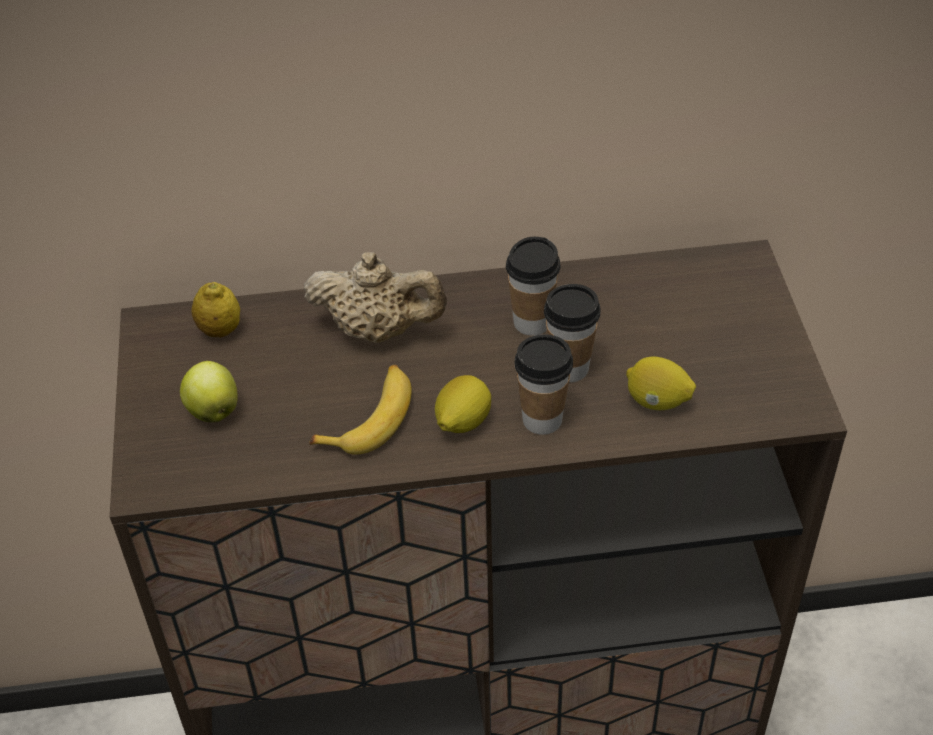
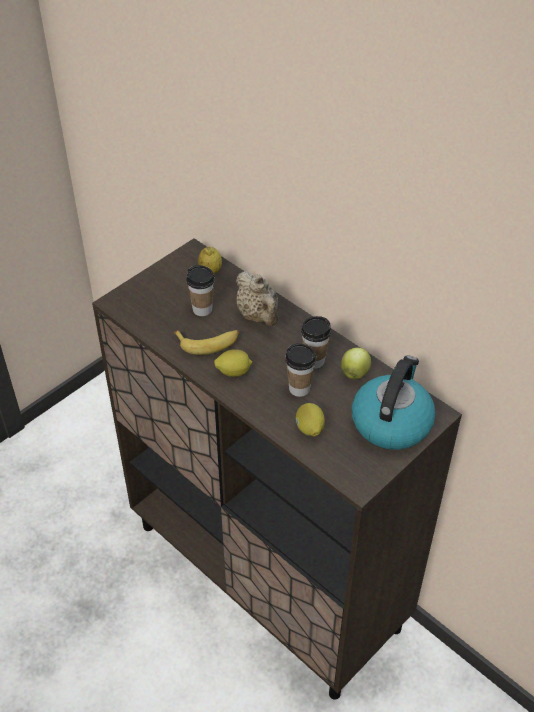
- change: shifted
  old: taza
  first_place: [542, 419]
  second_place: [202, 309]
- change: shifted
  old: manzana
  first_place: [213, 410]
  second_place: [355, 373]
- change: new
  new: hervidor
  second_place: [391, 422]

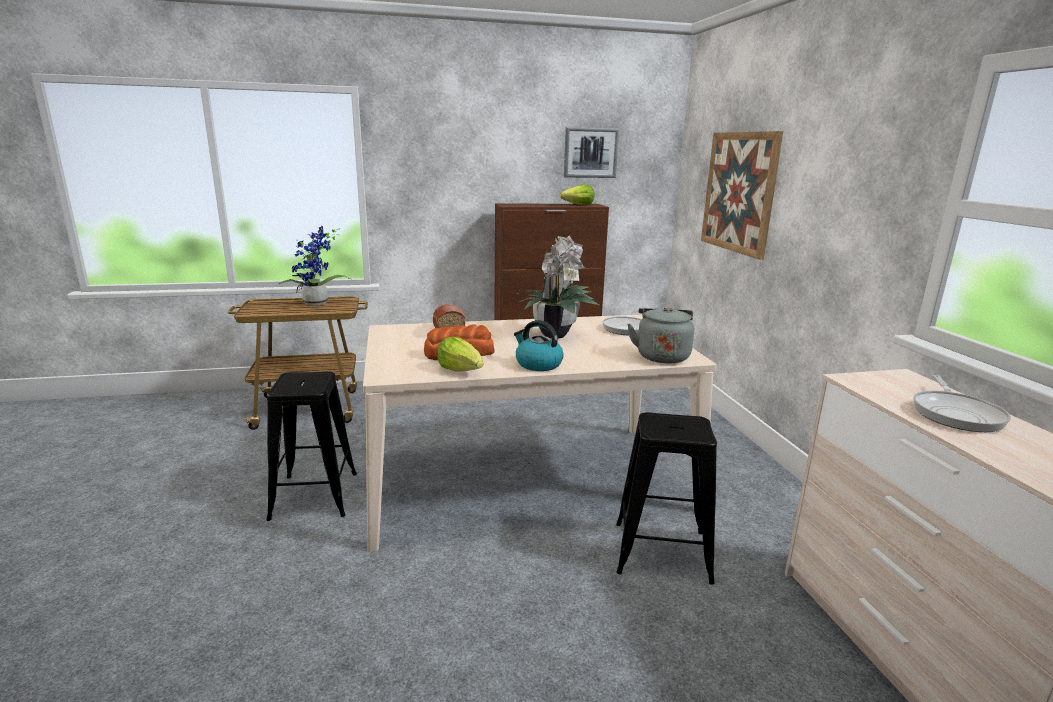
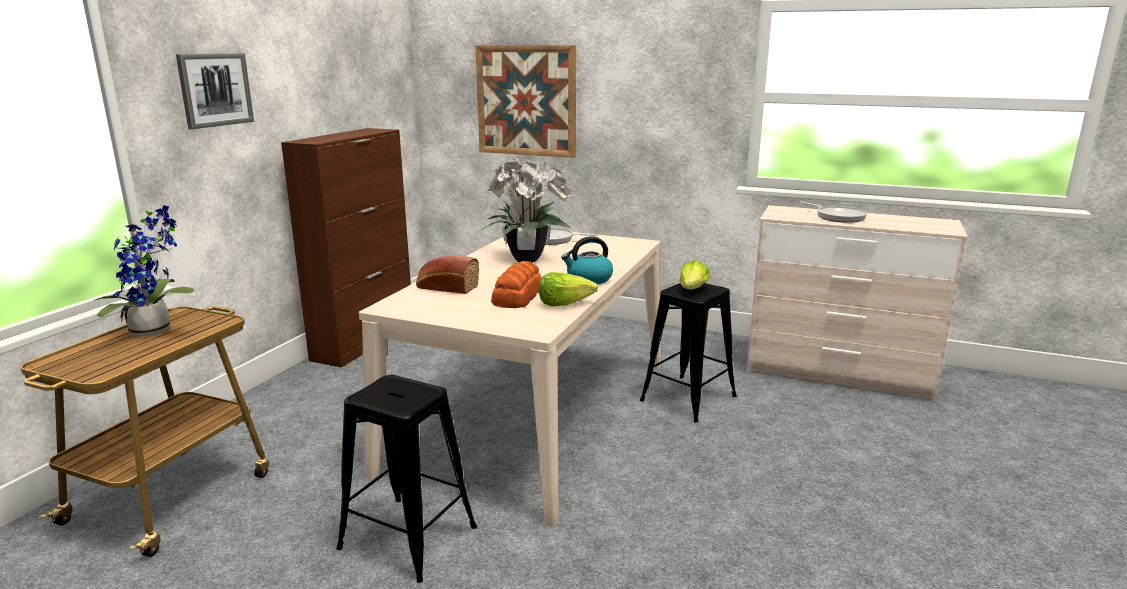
- change: shifted
  old: cuadro
  first_place: [590, 153]
  second_place: [215, 90]
- change: shifted
  old: lechuga
  first_place: [578, 205]
  second_place: [693, 289]
- change: gone
  old: hervidor/gris
  first_place: [661, 356]

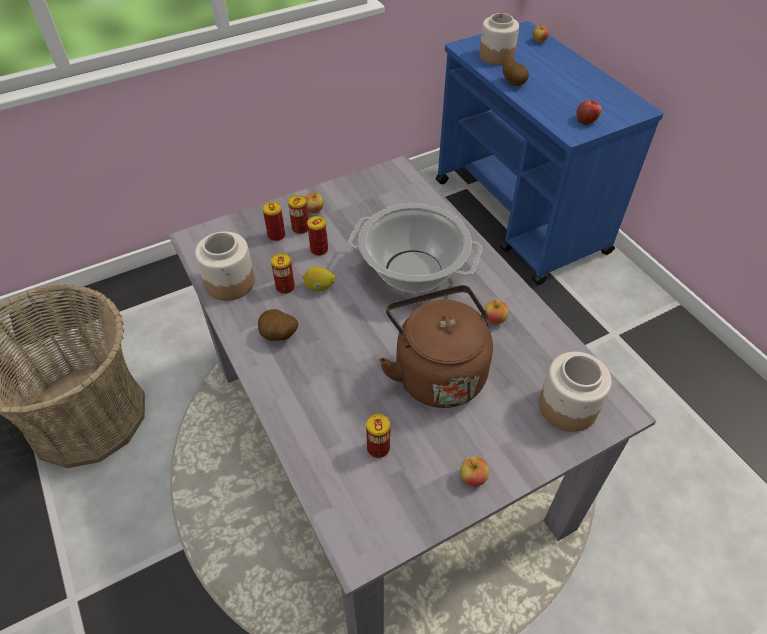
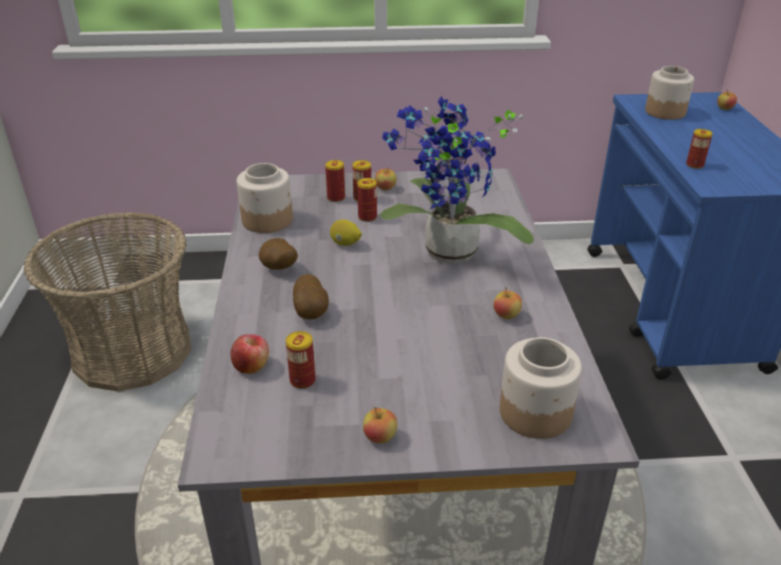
- change: shifted
  old: patata
  first_place: [514, 83]
  second_place: [311, 313]
- change: shifted
  old: manzana
  first_place: [586, 120]
  second_place: [251, 366]
- change: swapped
  old: olla
  new: planta en maceta
  first_place: [412, 271]
  second_place: [447, 255]
- change: shifted
  old: lata
  first_place: [285, 287]
  second_place: [694, 165]
- change: gone
  old: hervidor/marrón
  first_place: [436, 372]

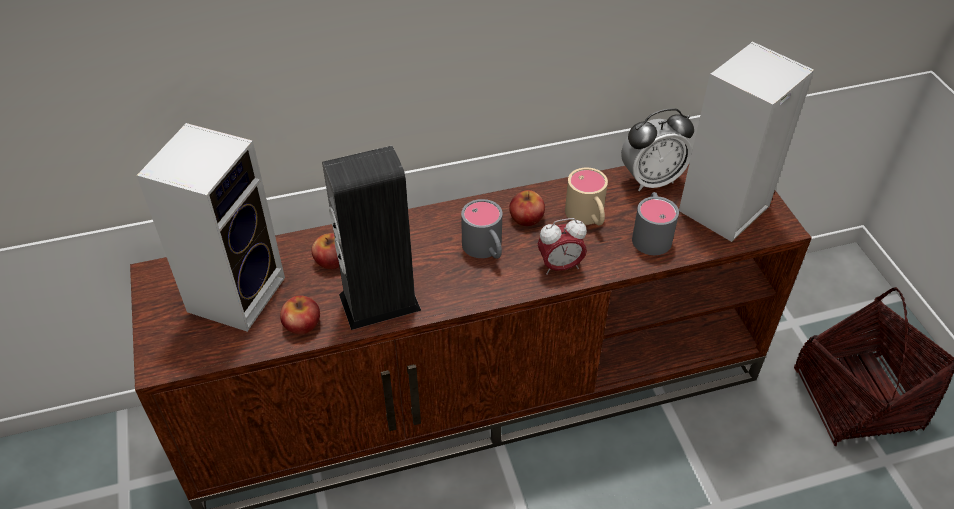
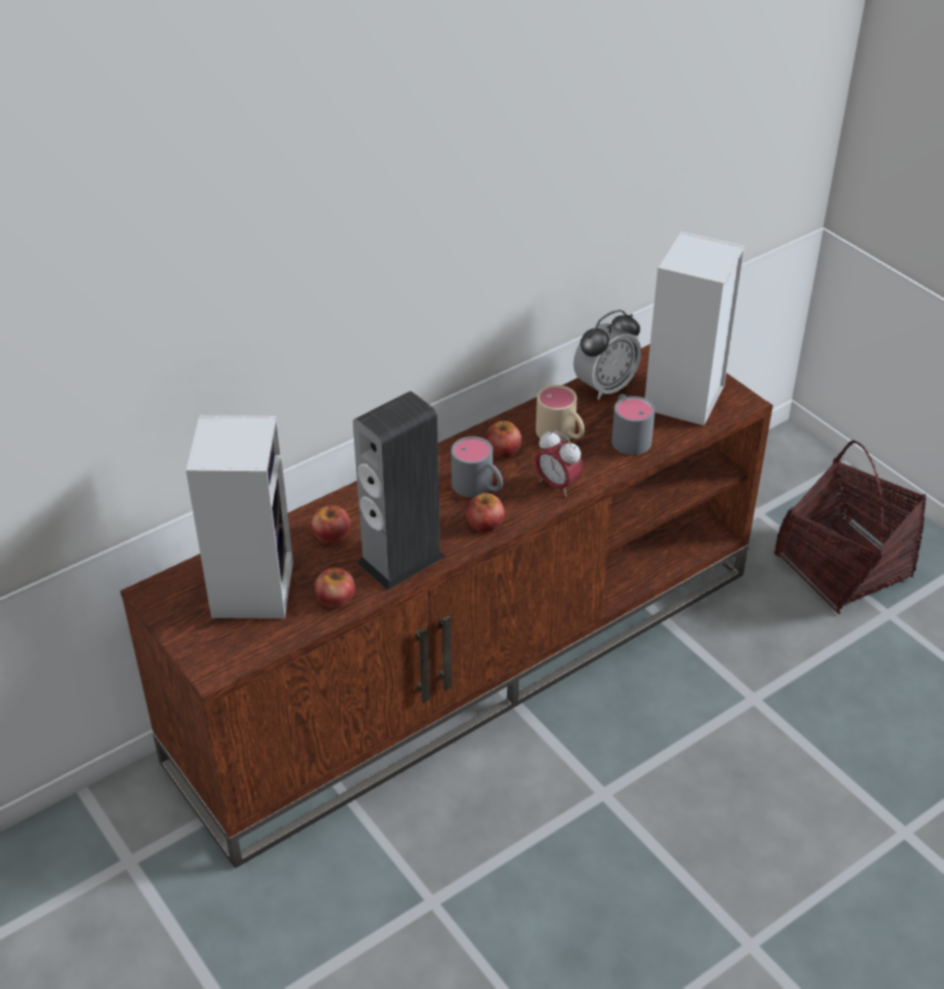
- change: rotated
  old: despertador
  first_place: [560, 266]
  second_place: [557, 485]
  degrees: 75
- change: new
  new: manzana
  second_place: [485, 523]

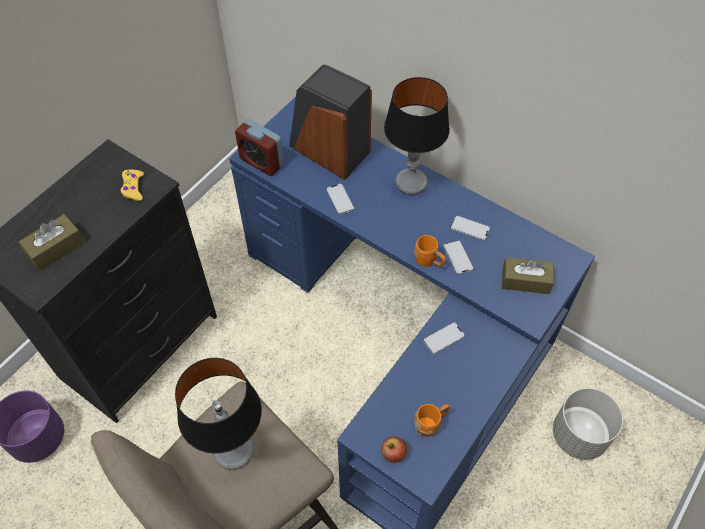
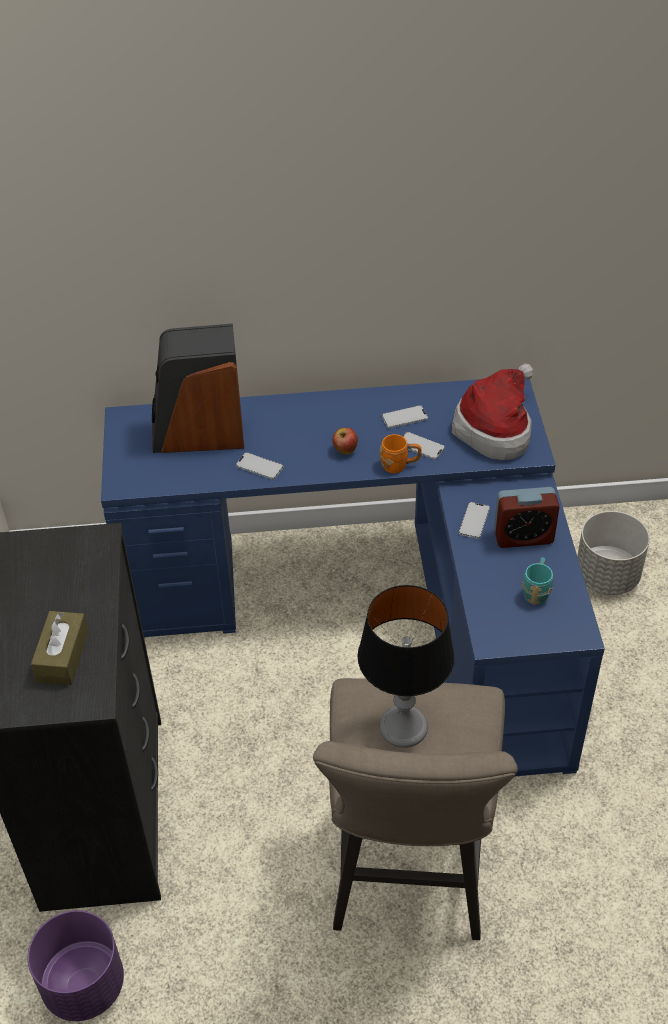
- change: gone
  old: lámpara de mesa
  first_place: [411, 183]
- change: shifted
  old: despertador
  first_place: [261, 162]
  second_place: [523, 537]
- change: gone
  old: mando de consola/amarillo
  first_place: [133, 188]
- change: swapped
  old: caja de pañuelos/marrón
  new: sombrero
  first_place: [525, 281]
  second_place: [496, 428]
- change: repainted
  old: taza grande/naranja
  new: taza grande/turquesa
  first_place: [431, 424]
  second_place: [537, 591]
- change: shifted
  old: manzana
  first_place: [393, 454]
  second_place: [345, 451]

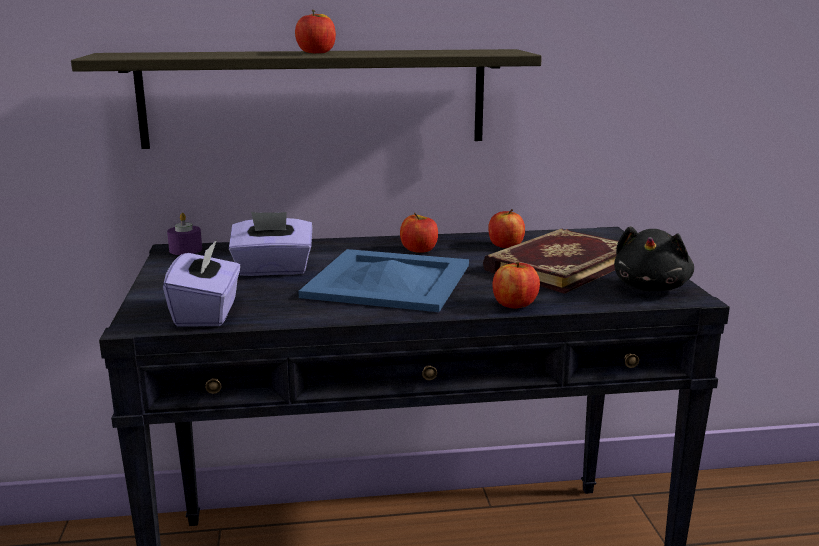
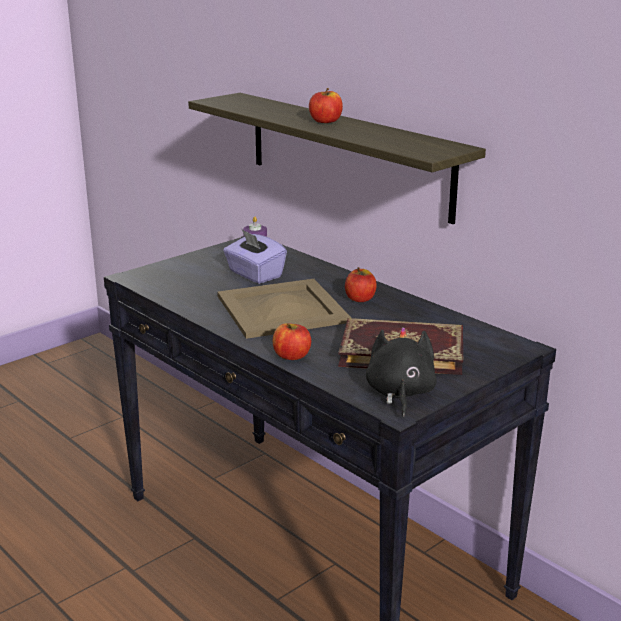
- change: gone
  old: manzana
  first_place: [505, 245]
- change: rotated
  old: peluche/negro
  first_place: [651, 287]
  second_place: [400, 393]
  degrees: 105
- change: gone
  old: caja de pañuelos/morado
  first_place: [207, 313]
- change: repainted
  old: bandeja/azul
  new: bandeja/beis
  first_place: [387, 280]
  second_place: [282, 308]

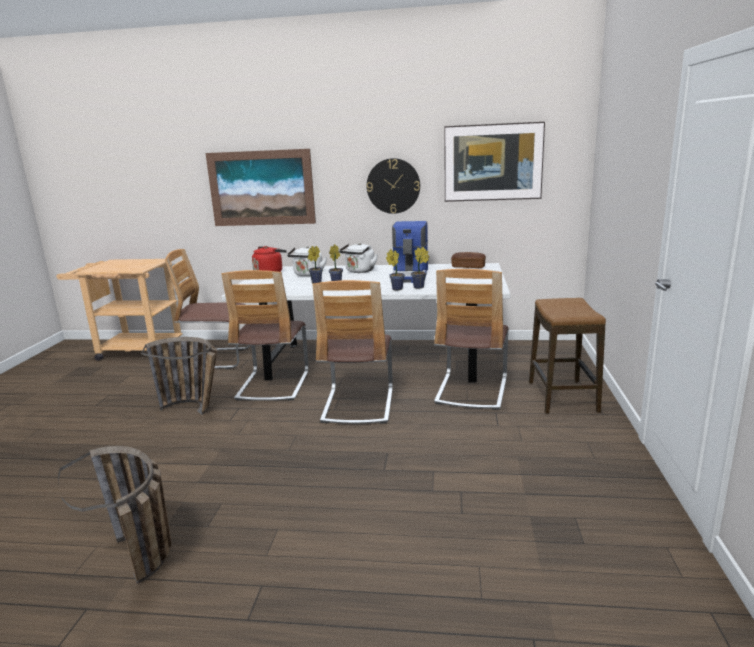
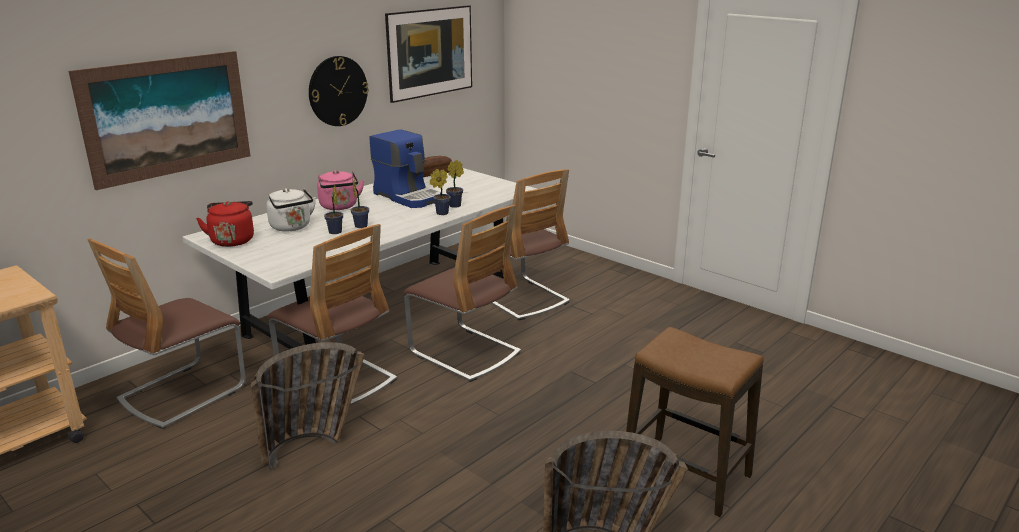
- change: repainted
  old: hervidor/blanco
  new: hervidor/rosa
  first_place: [359, 271]
  second_place: [339, 207]
- change: shifted
  old: taburete
  first_place: [562, 397]
  second_place: [686, 475]

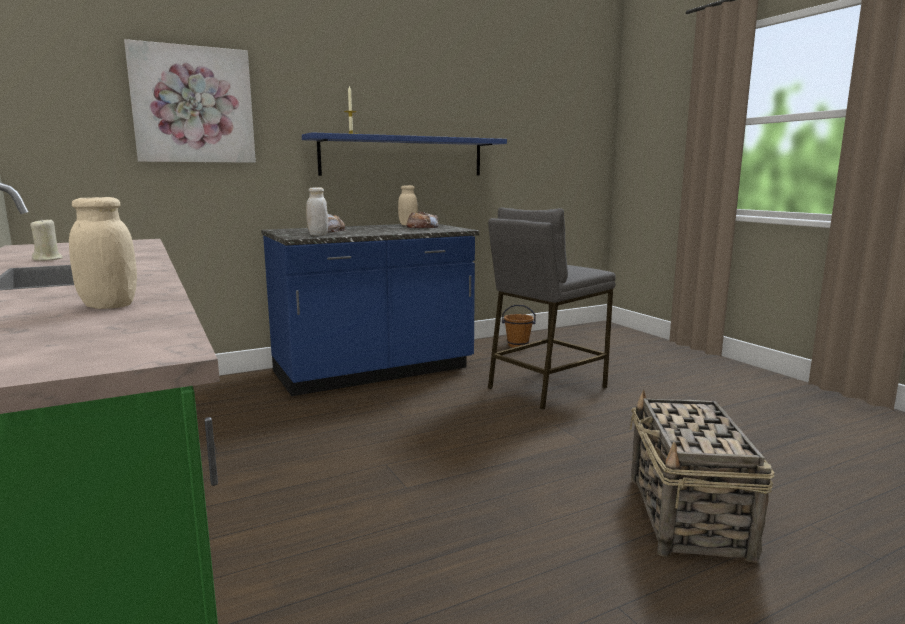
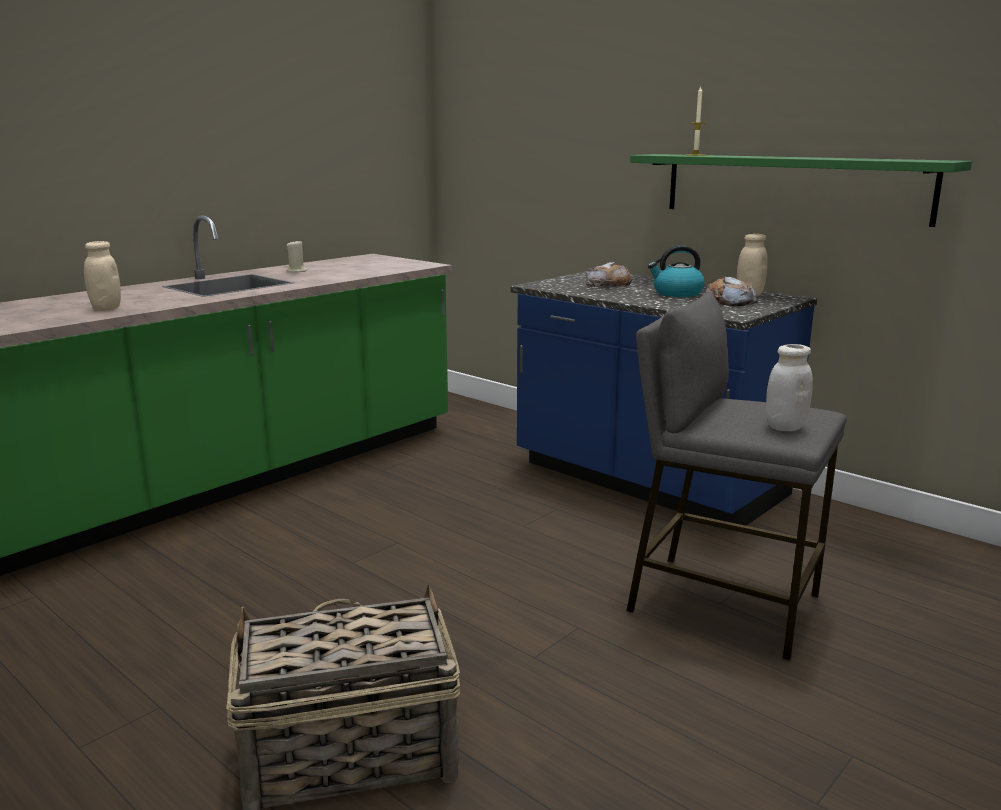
- change: gone
  old: cuadro
  first_place: [193, 105]
- change: repainted
  old: estante/azul
  new: estante/verde
  first_place: [403, 156]
  second_place: [792, 187]
- change: shifted
  old: tarro/blanco
  first_place: [318, 235]
  second_place: [785, 427]
- change: gone
  old: cubo/marrón
  first_place: [518, 345]
- change: new
  new: hervidor
  second_place: [677, 293]

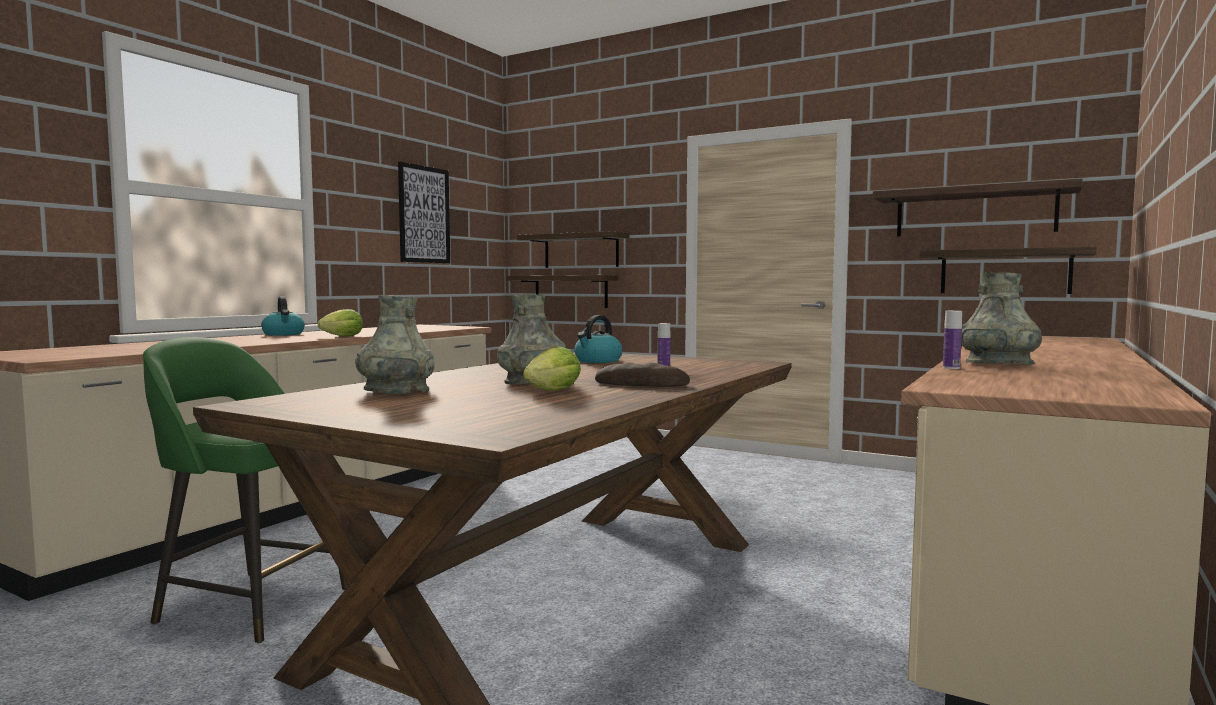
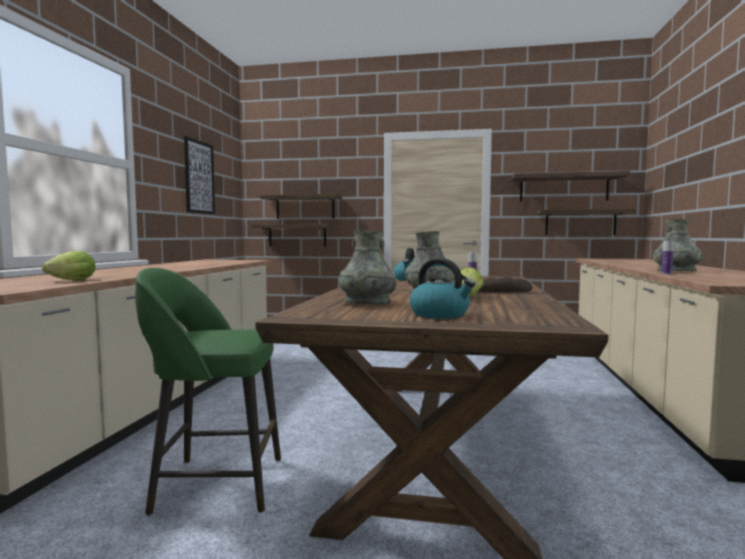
- change: shifted
  old: hervidor
  first_place: [284, 334]
  second_place: [440, 315]
- change: shifted
  old: lechuga
  first_place: [340, 336]
  second_place: [69, 281]

